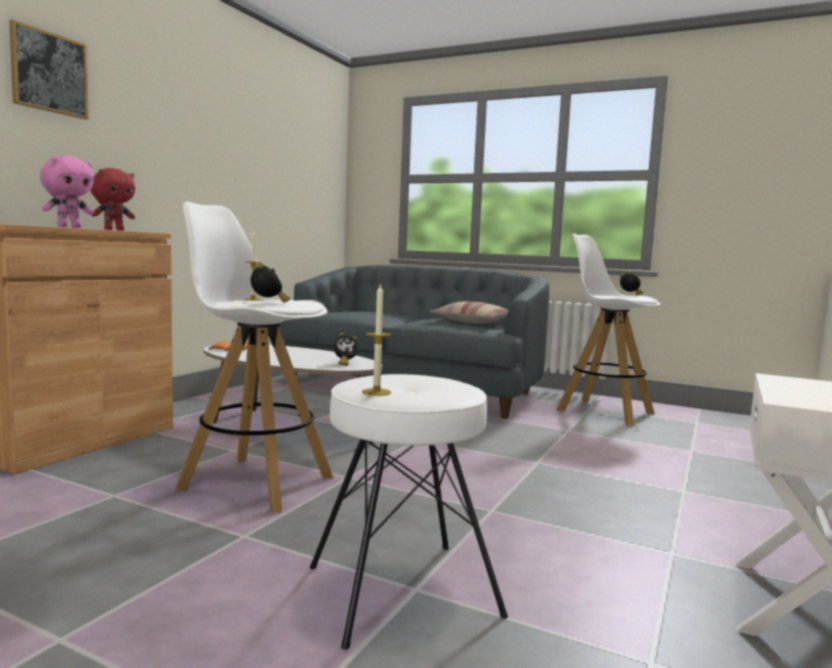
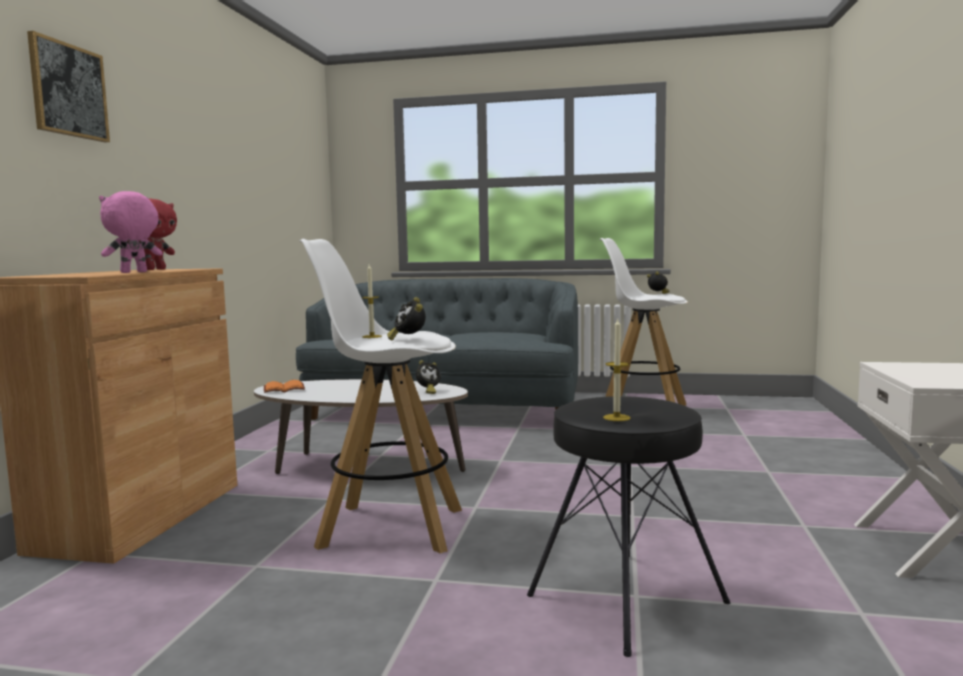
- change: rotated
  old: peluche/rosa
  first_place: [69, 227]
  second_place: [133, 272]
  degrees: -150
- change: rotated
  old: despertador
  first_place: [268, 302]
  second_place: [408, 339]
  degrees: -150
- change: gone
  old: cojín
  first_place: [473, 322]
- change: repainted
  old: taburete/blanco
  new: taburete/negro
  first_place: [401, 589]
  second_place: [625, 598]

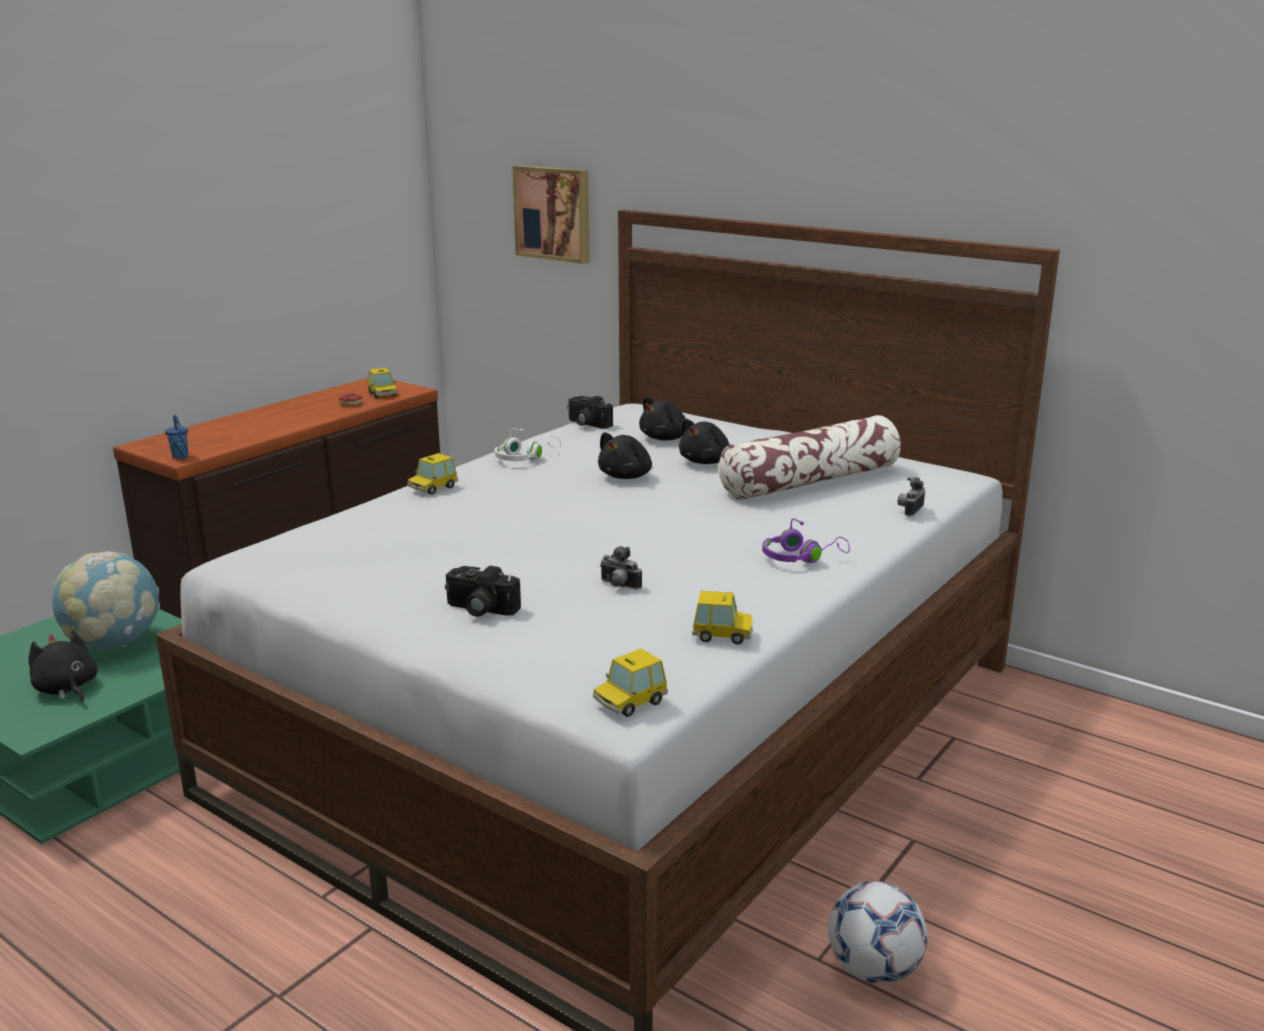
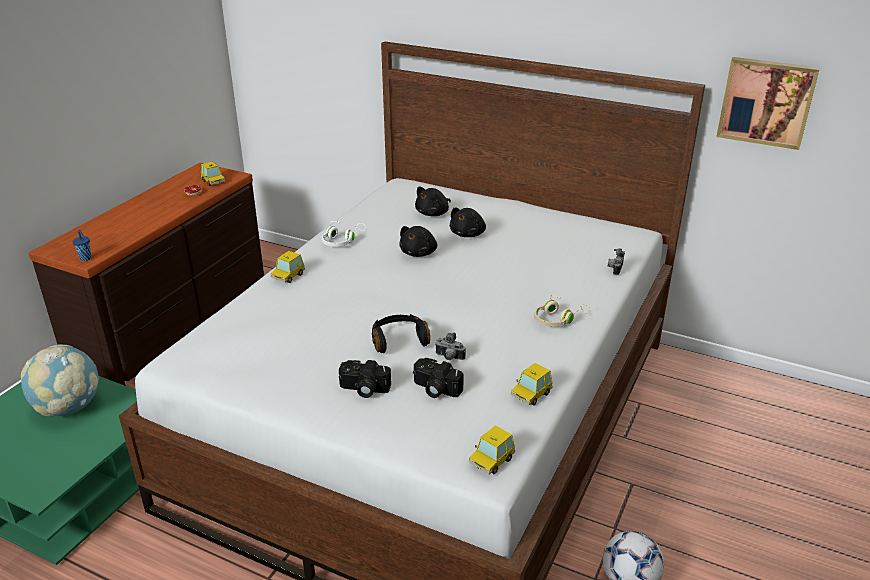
- change: shifted
  old: cuadro
  first_place: [554, 213]
  second_place: [766, 102]
- change: shifted
  old: cámara
  first_place: [586, 424]
  second_place: [435, 389]
- change: gone
  old: cojín
  first_place: [810, 481]
- change: repainted
  old: auriculares/morado
  new: auriculares/beis
  first_place: [800, 557]
  second_place: [558, 319]
- change: rotated
  old: coche de juguete
  first_place: [722, 634]
  second_place: [531, 394]
  degrees: 135
- change: gone
  old: peluche/negro
  first_place: [66, 689]
- change: new
  new: auriculares/negro
  second_place: [399, 340]

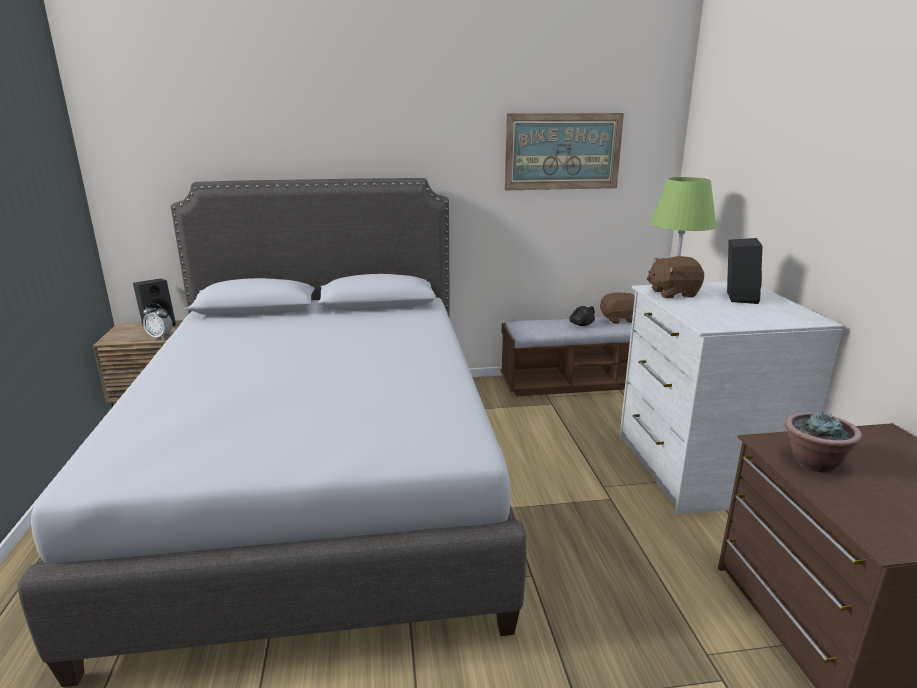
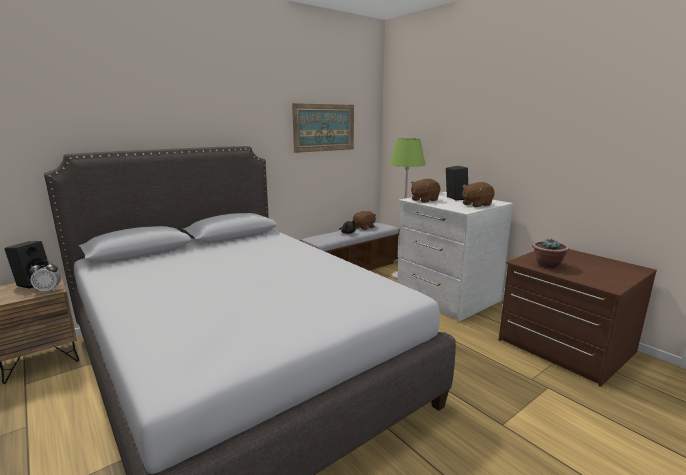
- change: new
  new: peluche/marrón
  second_place: [476, 204]

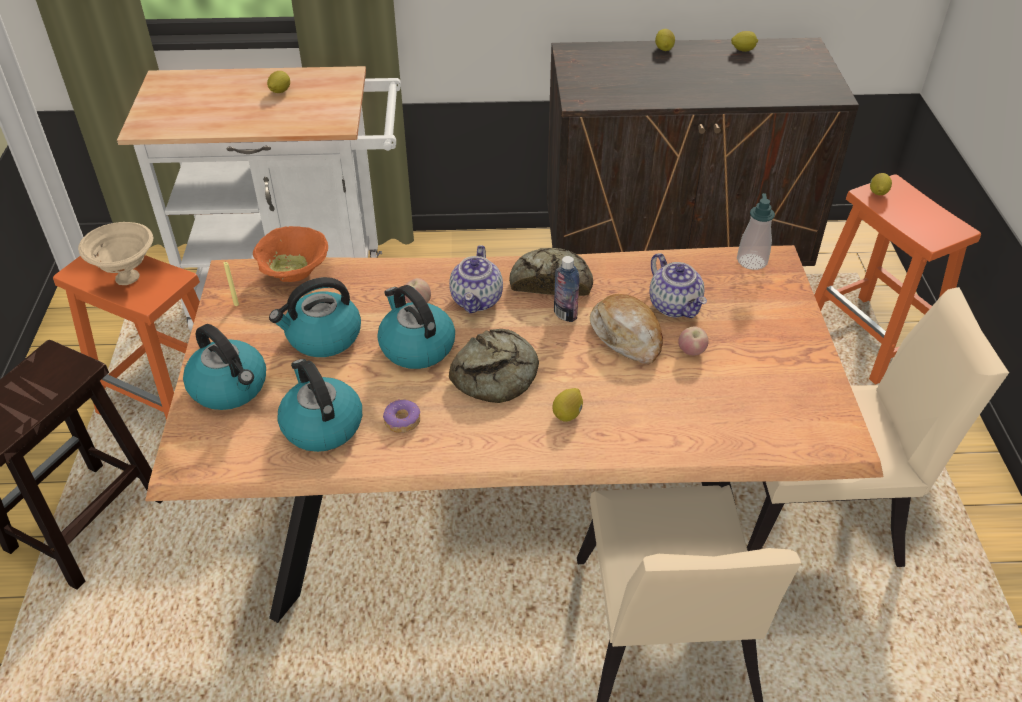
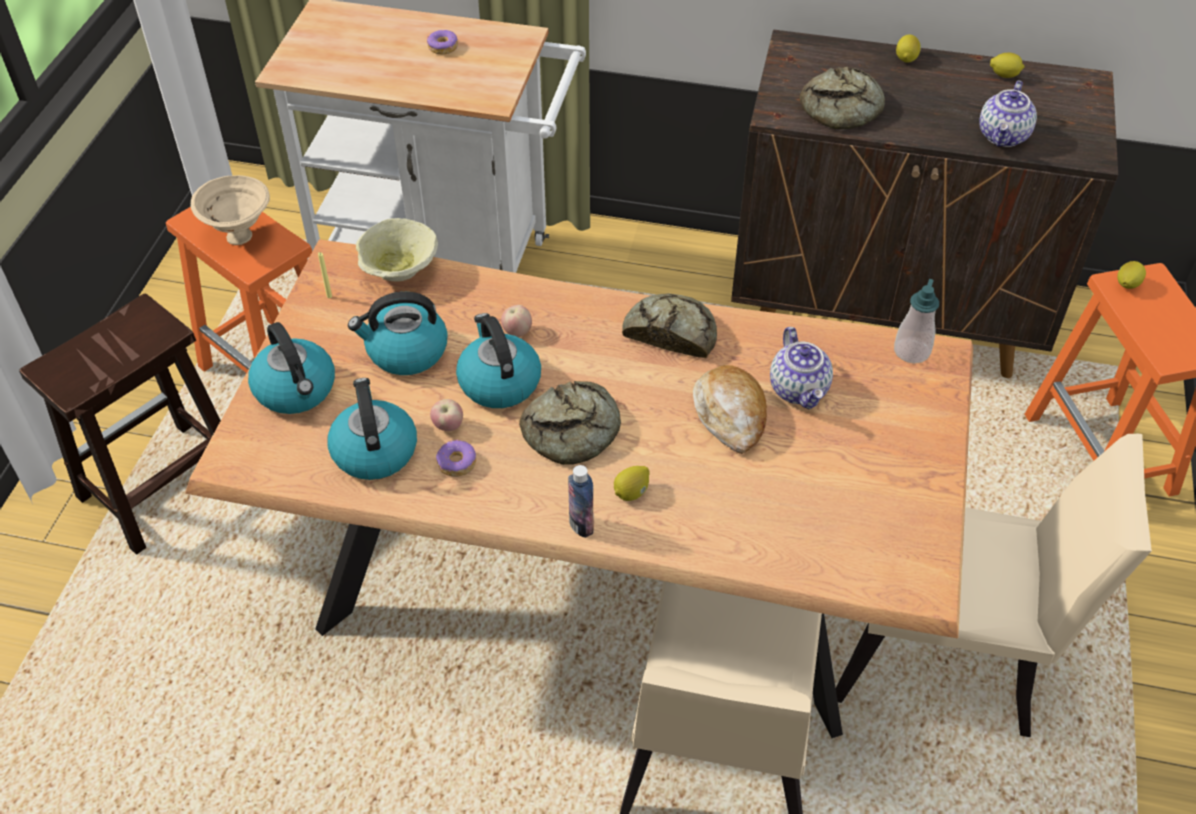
- change: swapped
  old: limón
  new: rosquilla
  first_place: [279, 91]
  second_place: [443, 47]
- change: repainted
  old: cuenco/naranja
  new: cuenco/beis
  first_place: [295, 274]
  second_place: [400, 272]
- change: shifted
  old: tetera
  first_place: [477, 300]
  second_place: [1003, 136]
- change: shifted
  old: botella
  first_place: [565, 314]
  second_place: [581, 525]
- change: shifted
  old: manzana
  first_place: [691, 352]
  second_place: [448, 426]
- change: new
  new: pan
  second_place: [844, 109]

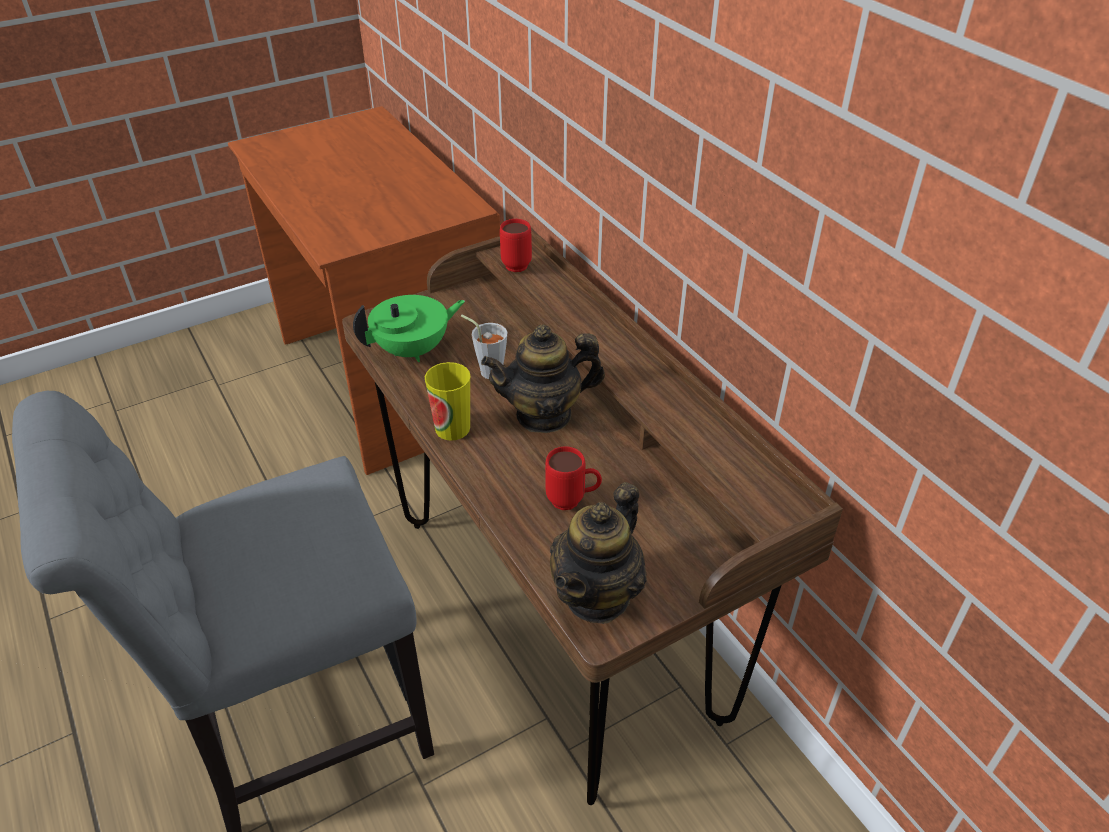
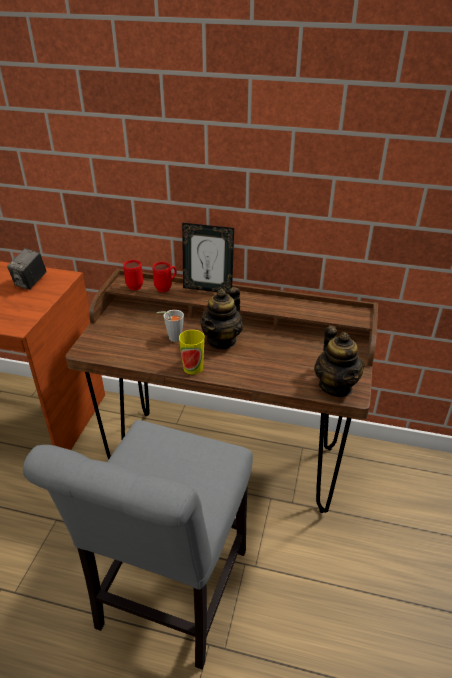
- change: gone
  old: tetera/verde
  first_place: [413, 350]
- change: shifted
  old: taza grande/rojo
  first_place: [573, 501]
  second_place: [166, 288]
- change: new
  new: portarretratos
  second_place: [208, 288]
- change: new
  new: cámara
  second_place: [31, 282]

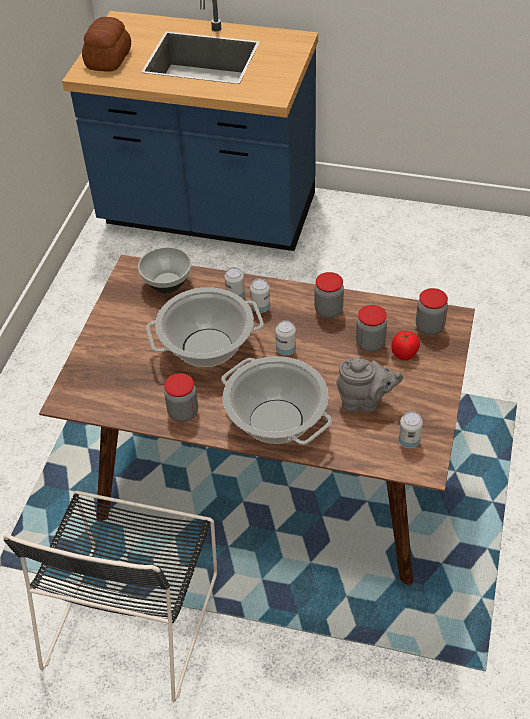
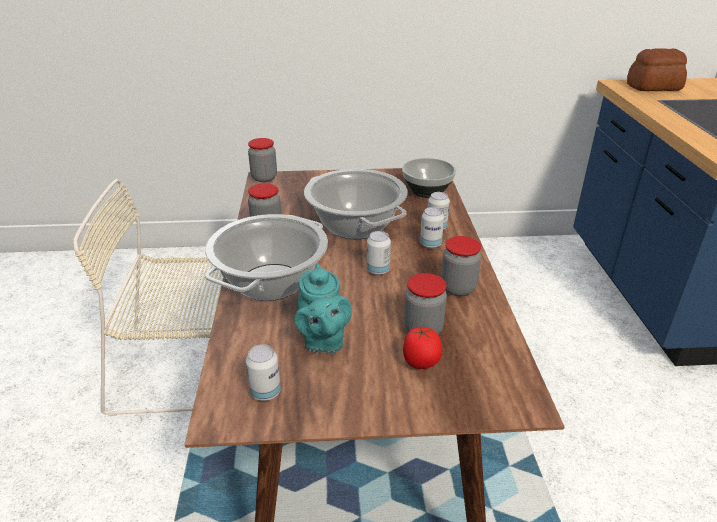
- change: shifted
  old: tarro
  first_place: [429, 327]
  second_place: [264, 178]
- change: repainted
  old: tetera/gris
  new: tetera/turquesa
  first_place: [364, 401]
  second_place: [322, 341]
- change: repainted
  old: silla/negro
  new: silla/beis
  first_place: [134, 614]
  second_place: [189, 367]

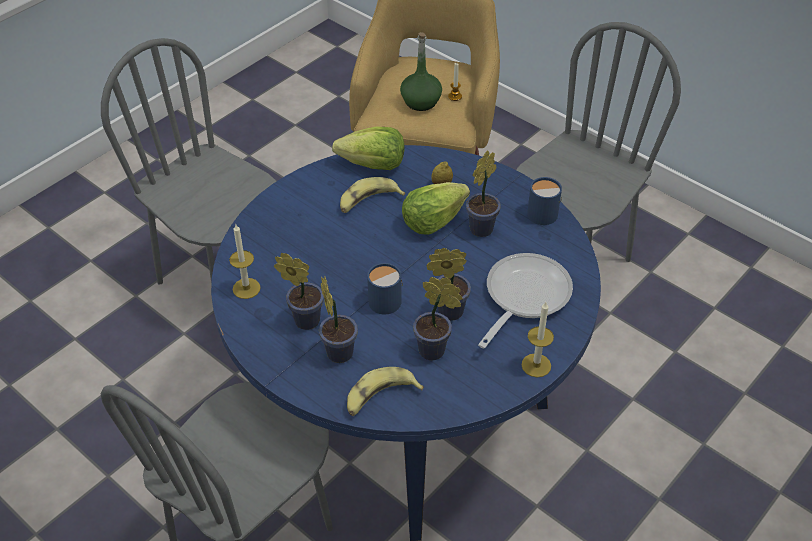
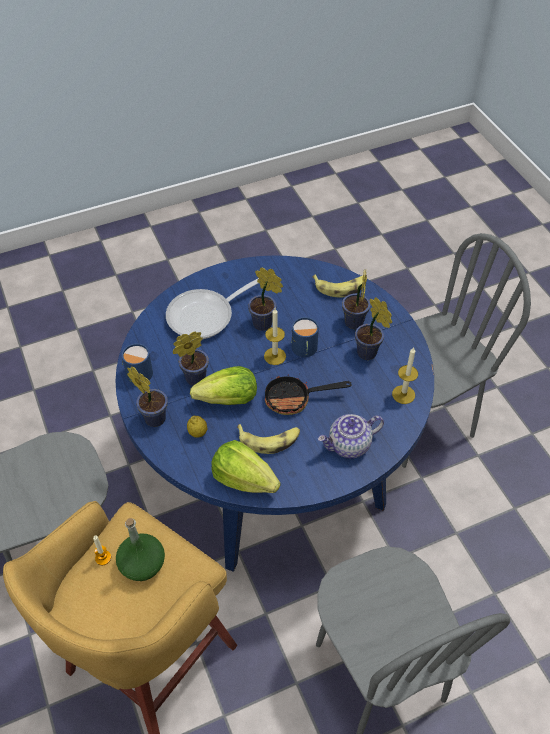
- change: shifted
  old: planta en maceta
  first_place: [435, 351]
  second_place: [153, 417]
- change: shifted
  old: vela
  first_place: [536, 365]
  second_place: [275, 356]
- change: new
  new: sartén
  second_place: [294, 399]
- change: new
  new: tetera
  second_place: [349, 445]

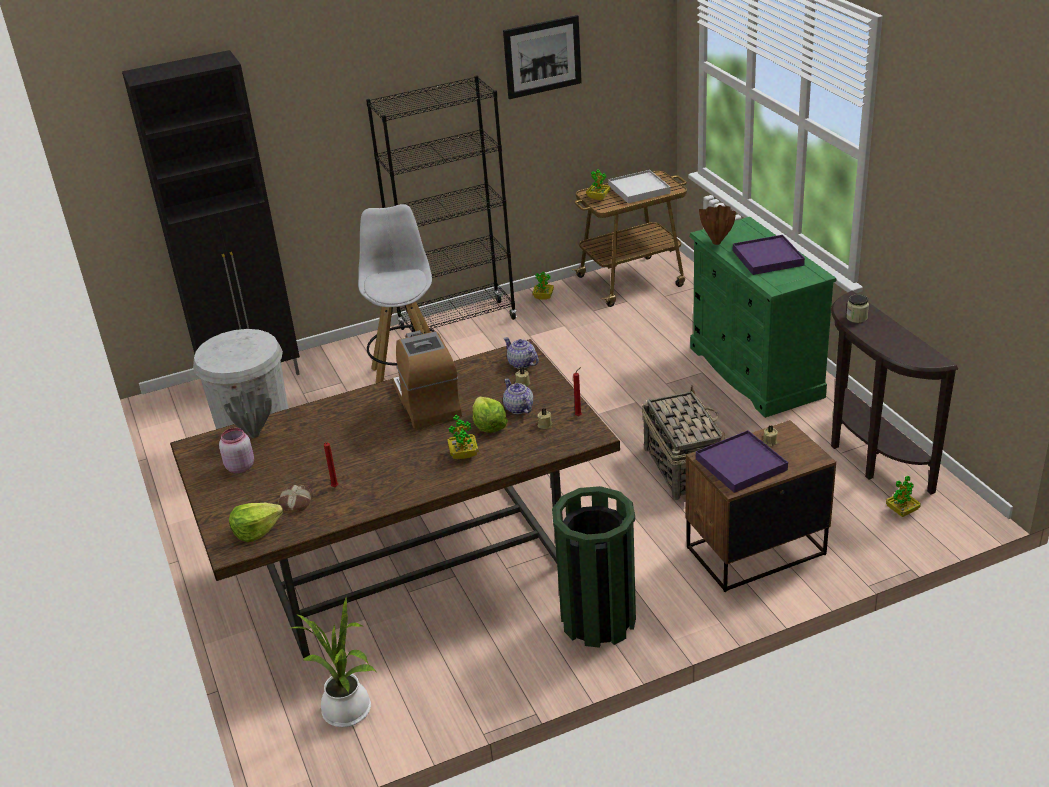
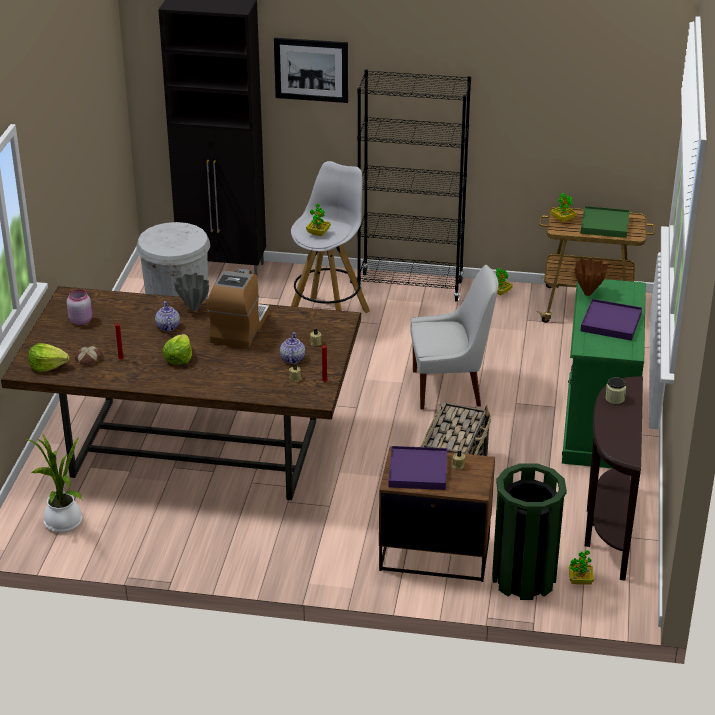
- change: shifted
  old: cuadro
  first_place: [542, 57]
  second_place: [311, 70]
- change: repainted
  old: bandeja/blanco
  new: bandeja/verde
  first_place: [639, 189]
  second_place: [604, 224]
- change: shifted
  old: tetera
  first_place: [522, 363]
  second_place: [167, 327]
- change: shifted
  old: florero/gris
  first_place: [253, 435]
  second_place: [193, 308]
- change: shifted
  old: lechuga
  first_place: [488, 425]
  second_place: [178, 358]
- change: shifted
  old: planta en maceta
  first_place: [464, 454]
  second_place: [318, 233]
- change: shifted
  old: papelera/verde
  first_place: [598, 620]
  second_place: [524, 578]
- change: new
  new: silla/blanco
  second_place: [450, 388]

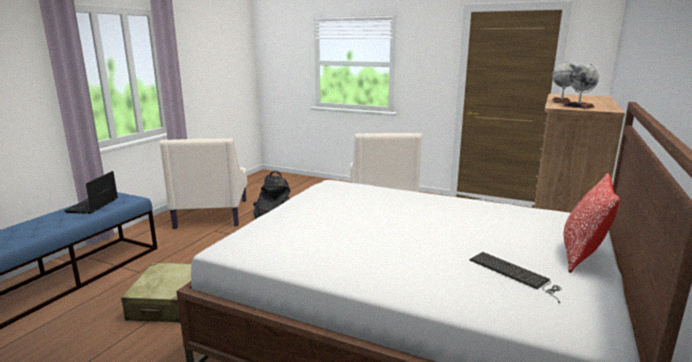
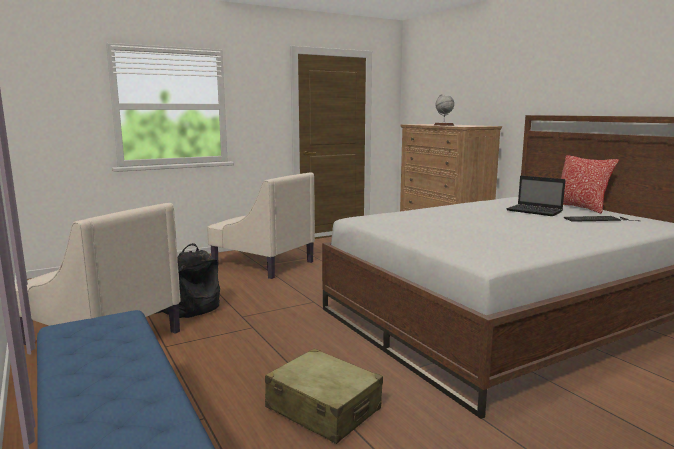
- change: gone
  old: globo terráqueo
  first_place: [578, 106]
- change: shifted
  old: portátil
  first_place: [92, 206]
  second_place: [535, 211]

